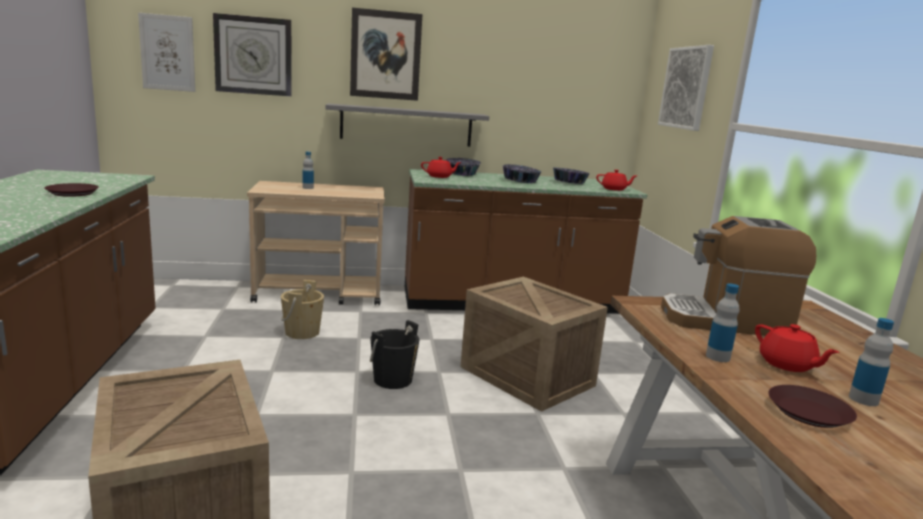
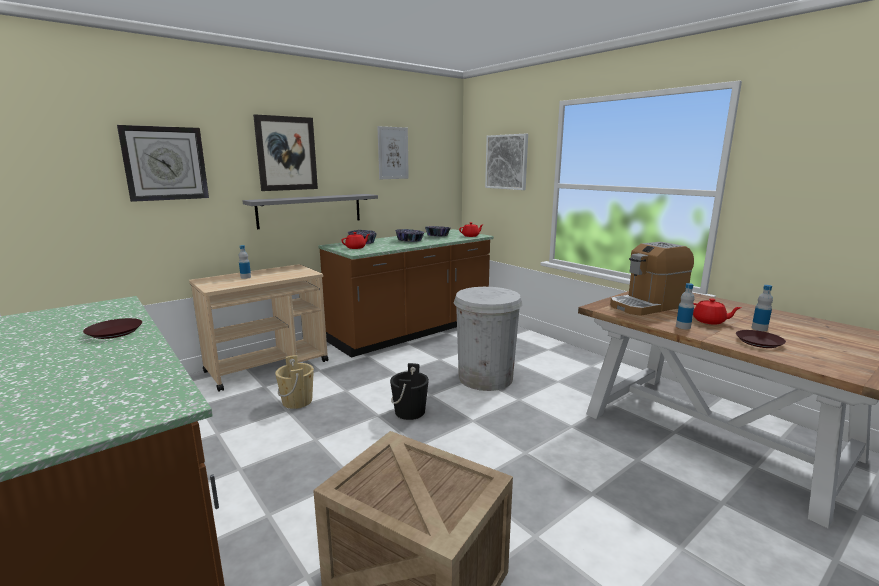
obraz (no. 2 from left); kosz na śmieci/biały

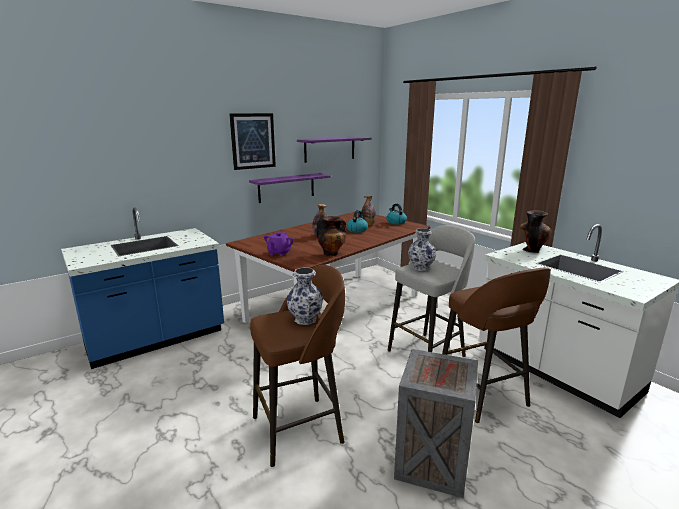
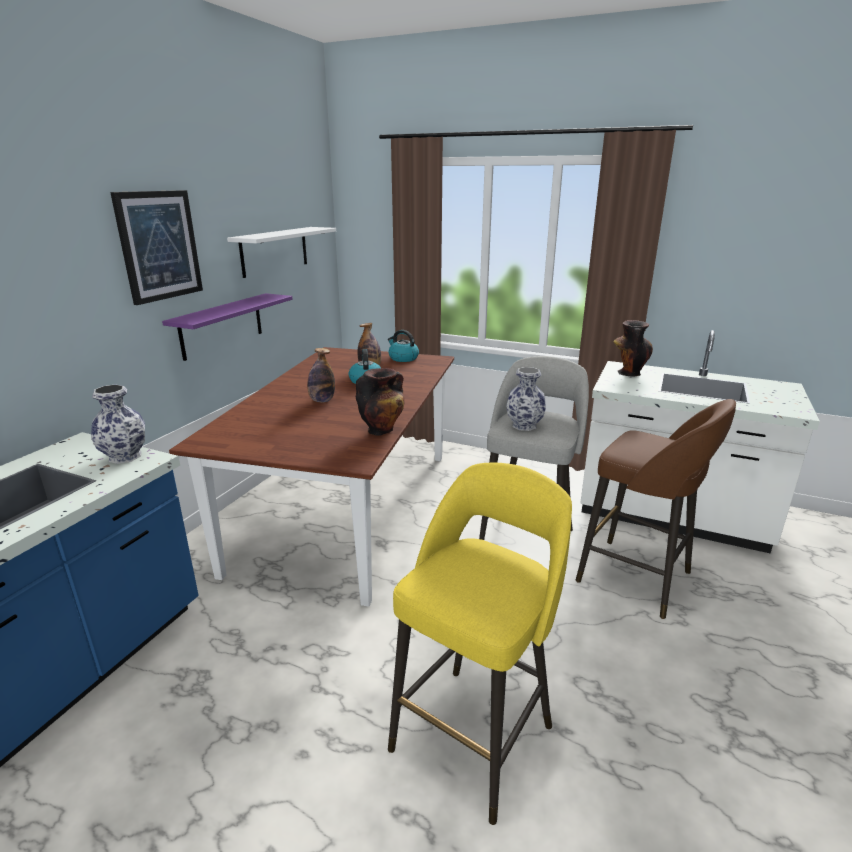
stołek/żółty; imbryk/fioletowy; wazon (no. 1 from left); półka/biały; skrzynka

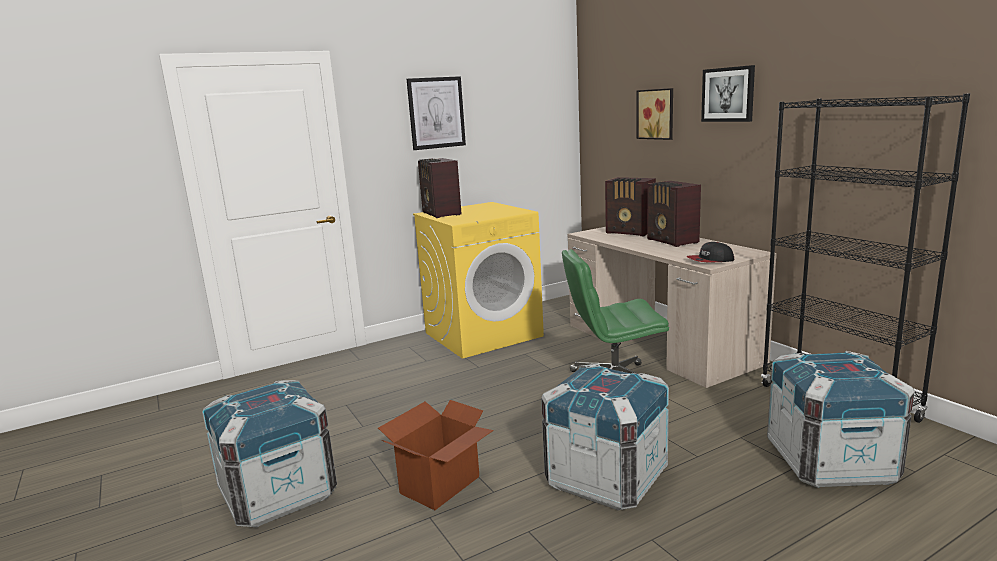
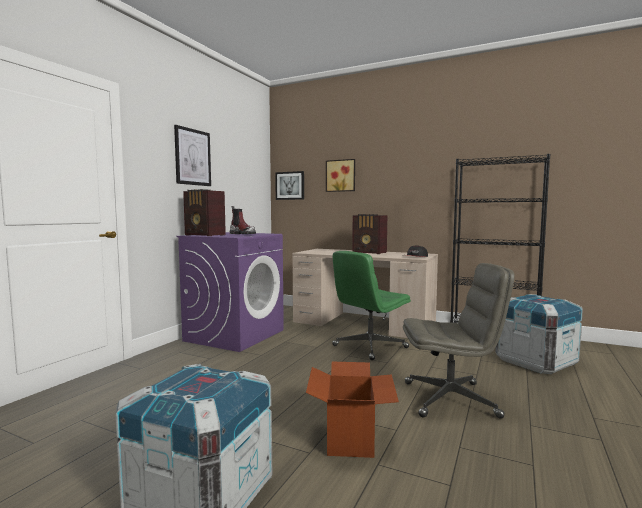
pralka/fioletowy; krzesło biurowe/szary; radio (no. 2 from left in the first image); obraz (no. 2 from left); but z cholewką

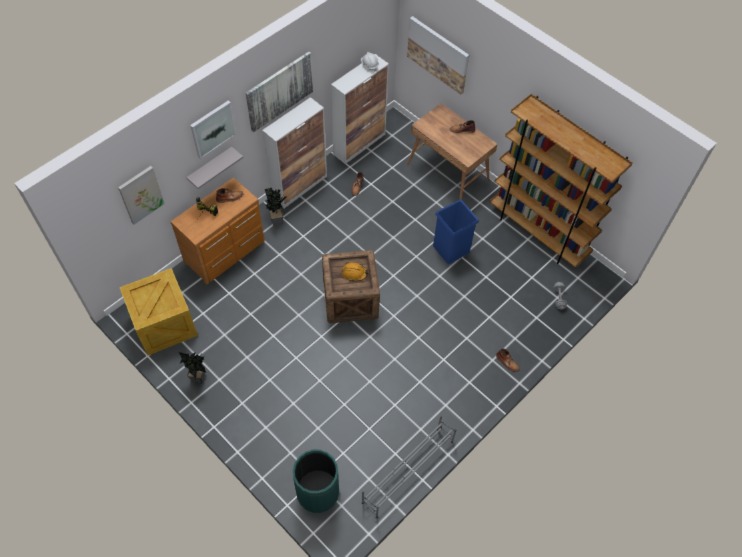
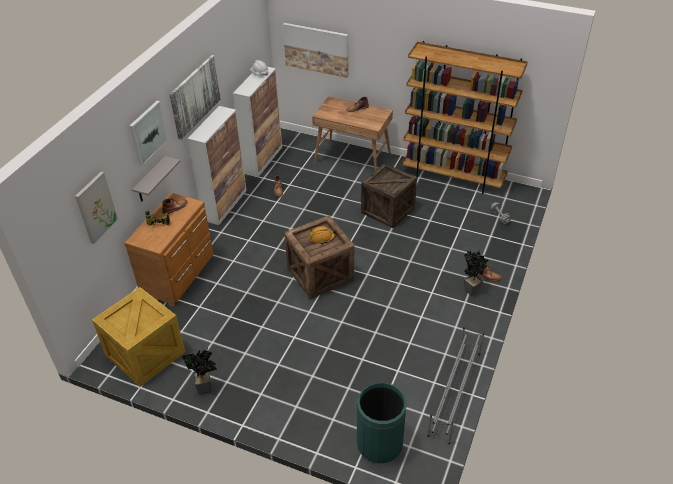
roślina doniczkowa (no. 2 from left); skrzynka (no. 3 from left)

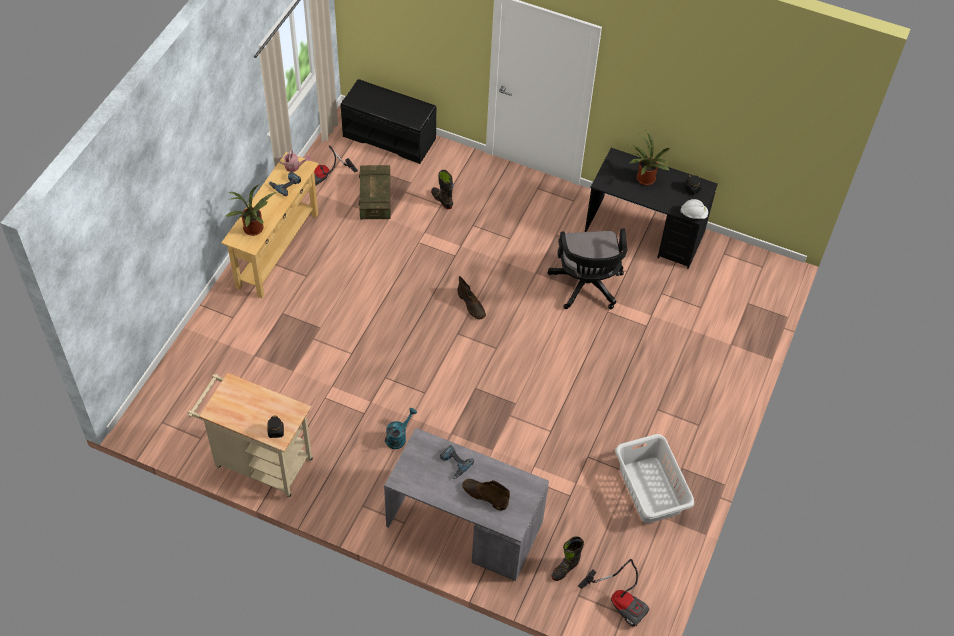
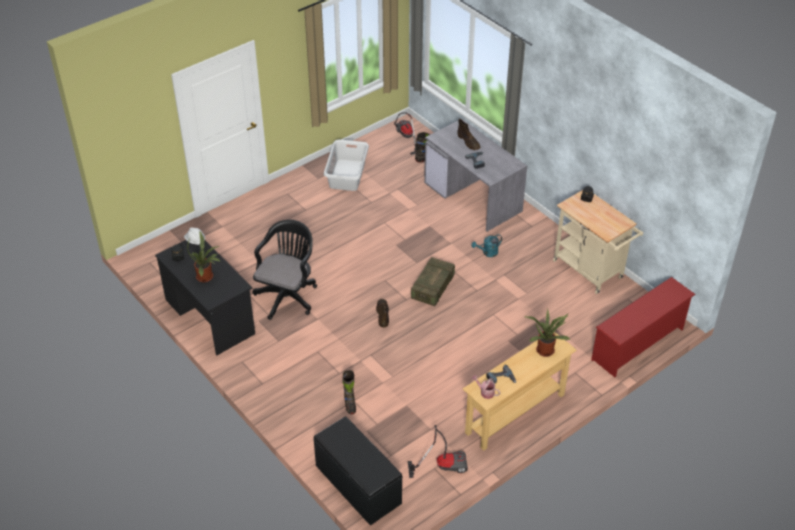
skrzynka; regał na buty/czerwony

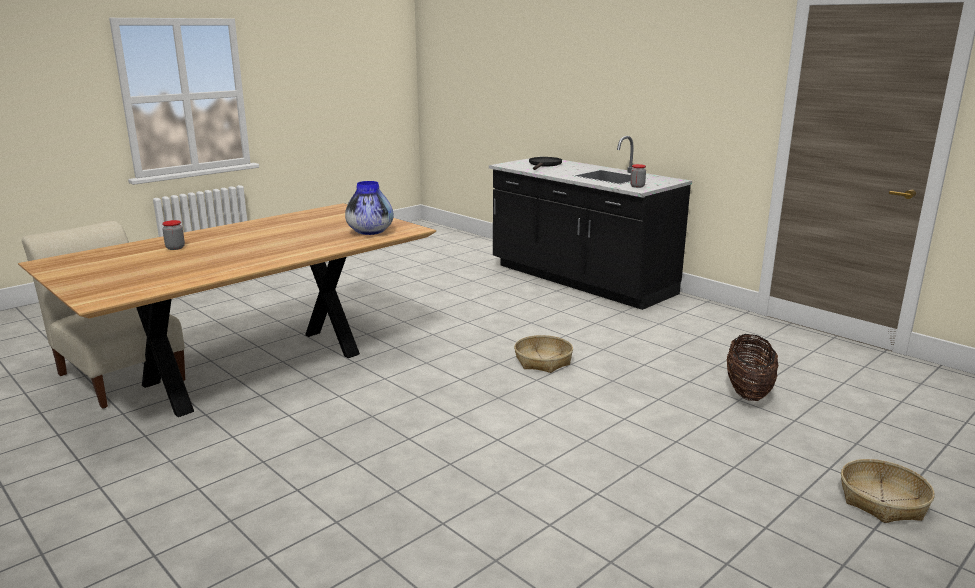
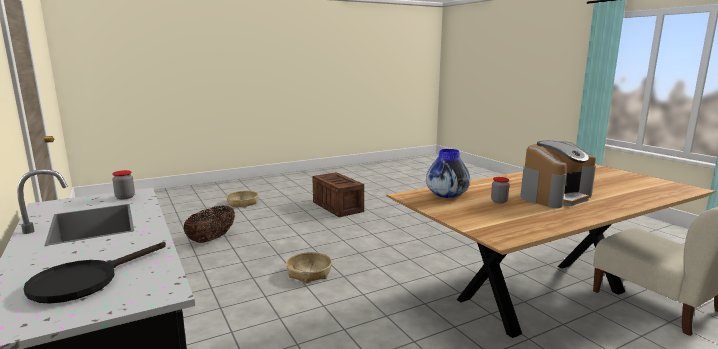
słoik (no. 2 from left); skrzynka; ekspres do kawy

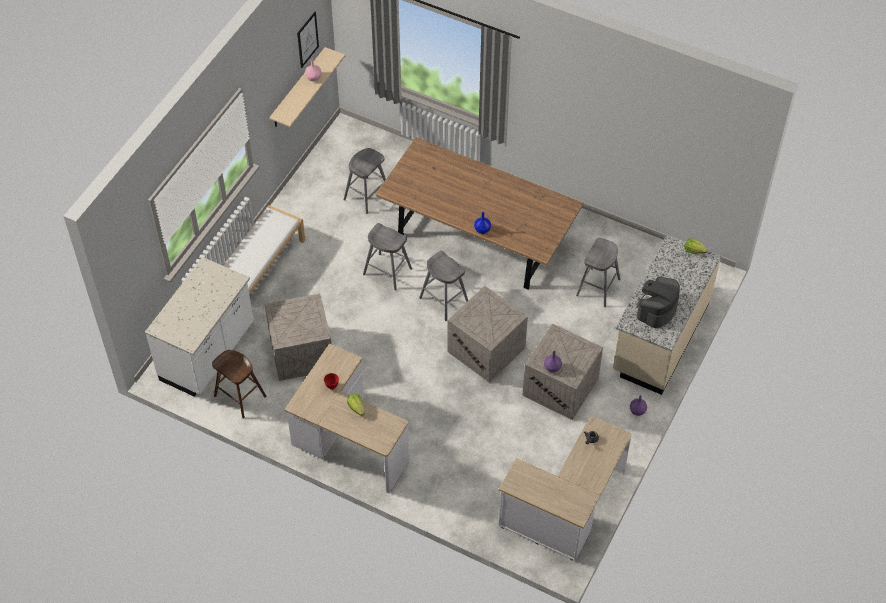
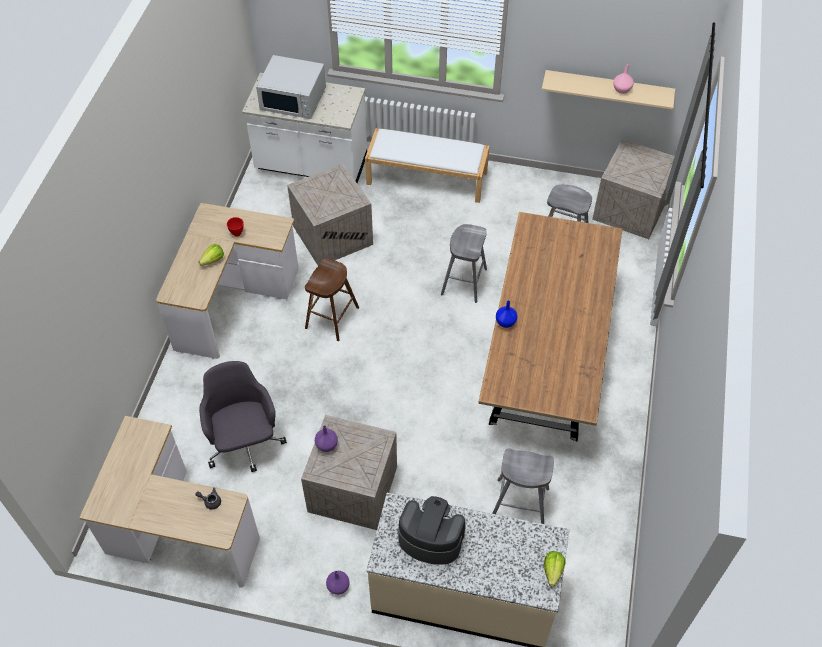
stołek/brązowy; obraz; stołek/szary (no. 3 from left in the first image); skrzynka (no. 3 from left); krzesło biurowe/szary; mikrofalówka/biały

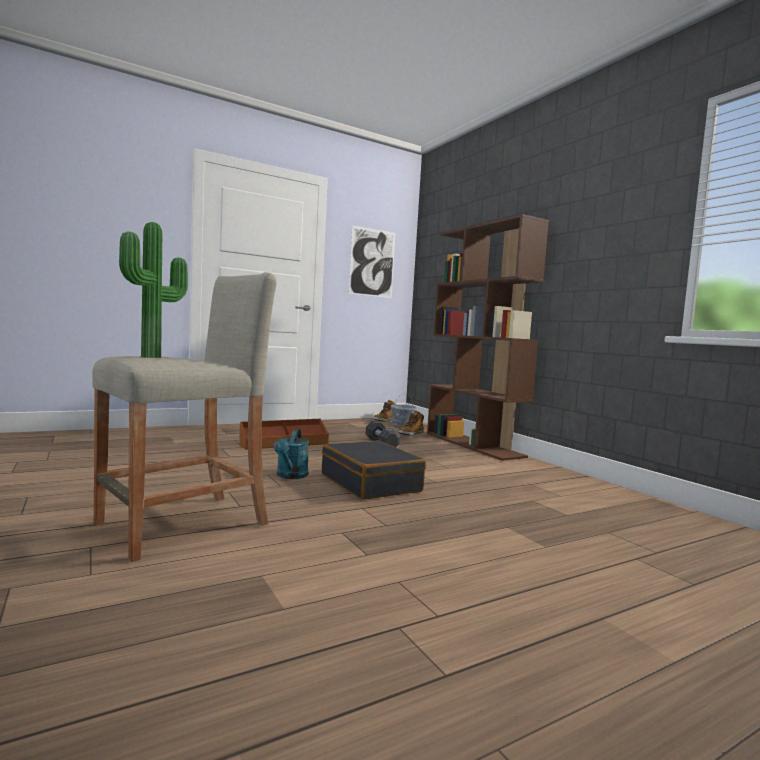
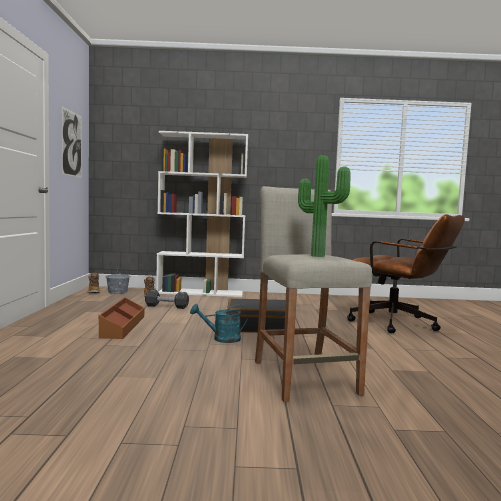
konewka/turkusowy; regał/biały; krzesło biurowe/brązowy

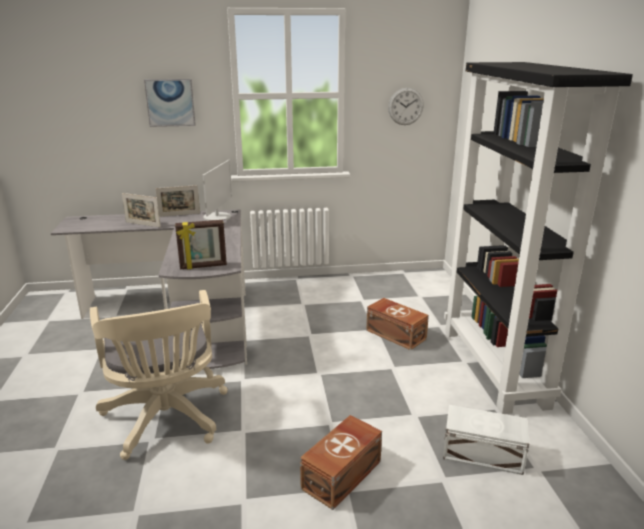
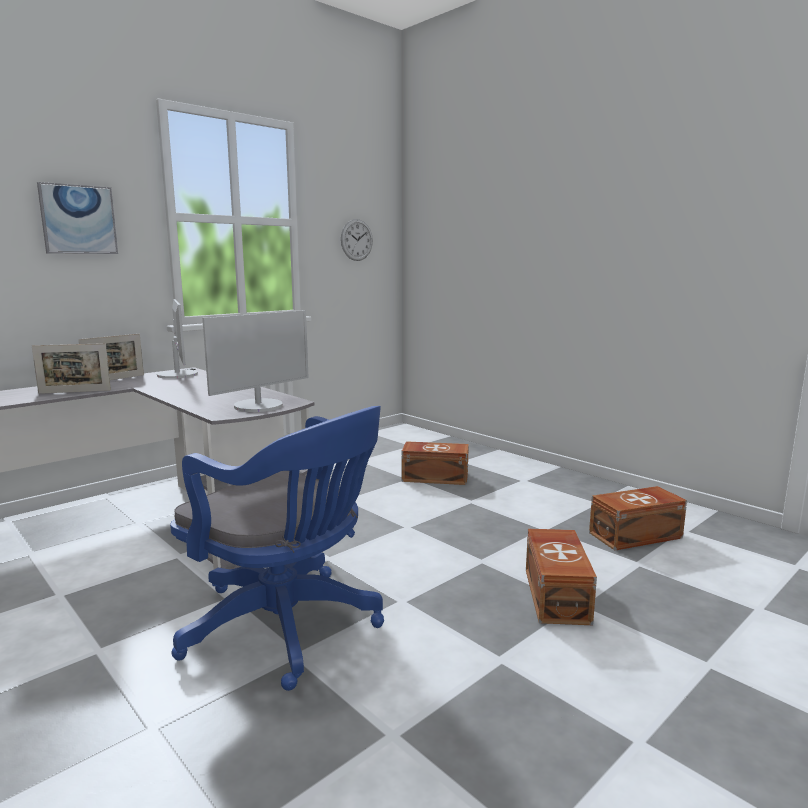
krzesło biurowe/niebieski; monitor (no. 2 from left); pojemnik do przechowywania/brązowy (no. 3 from left); regał/czarny

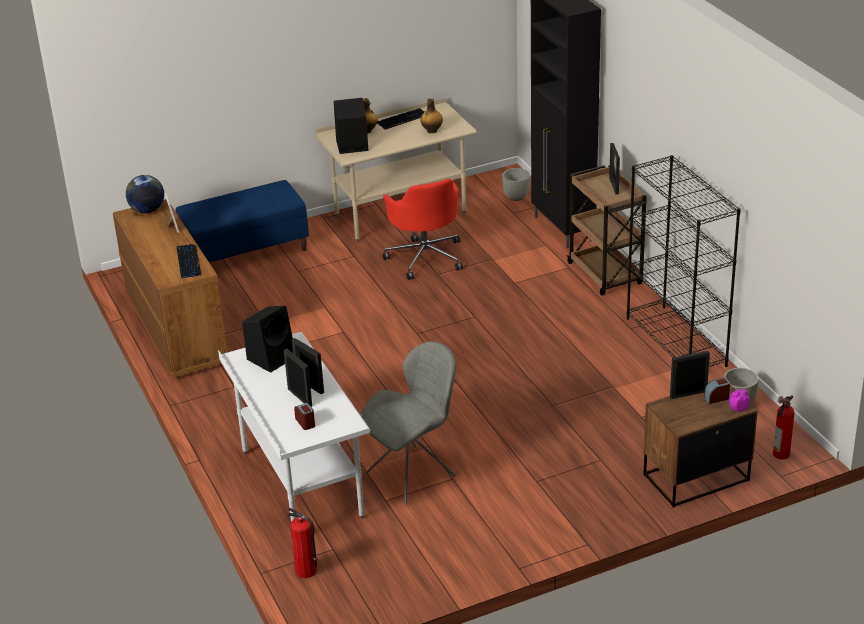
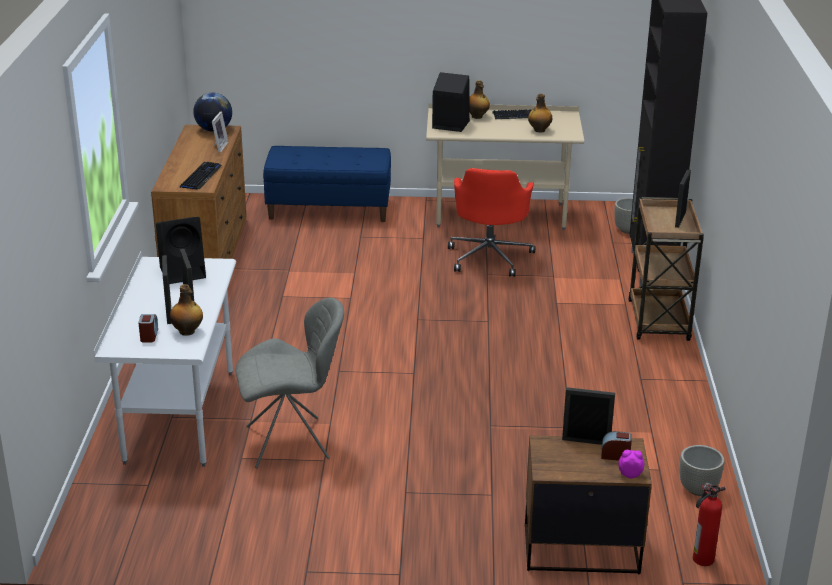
gaśnica (no. 1 from left in the first image); regał/czarny; butelka (no. 1 from left)

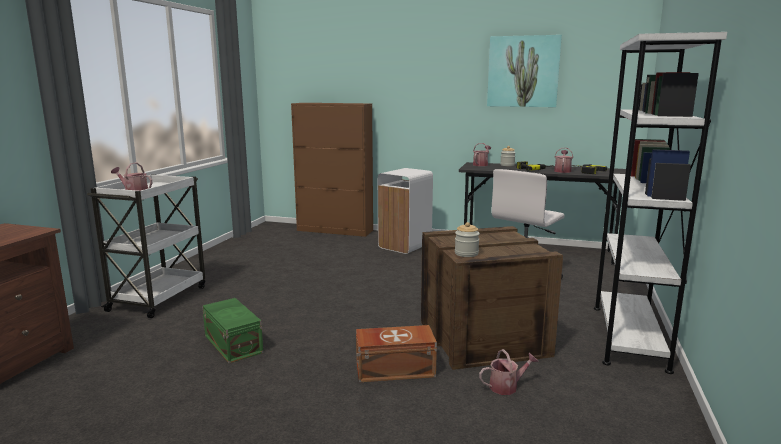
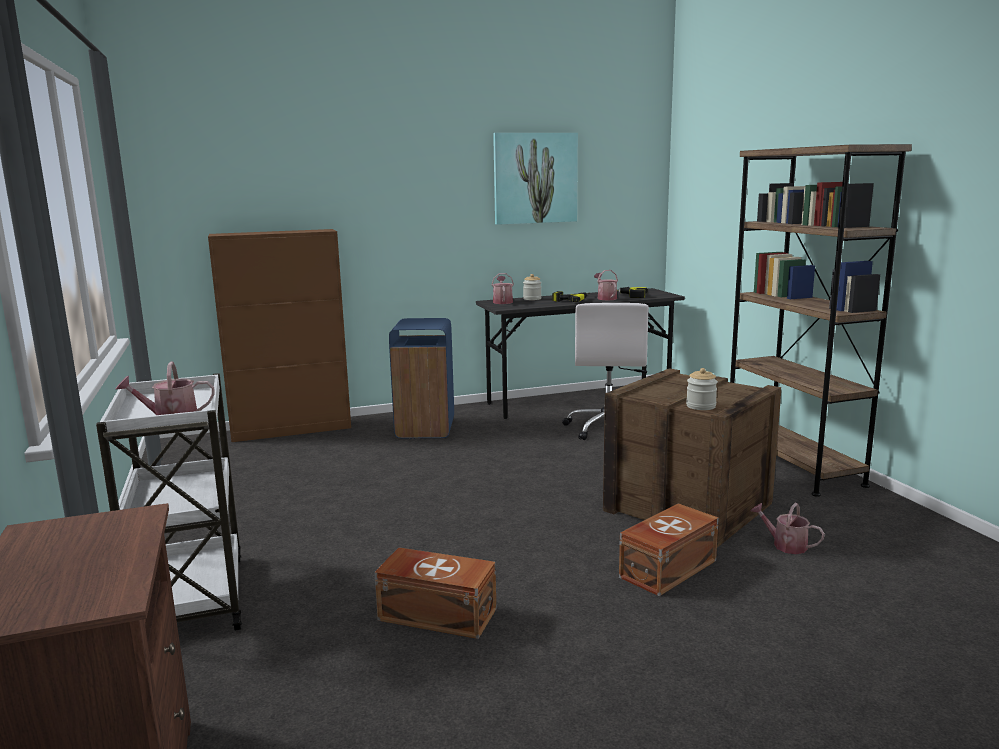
pojemnik do przechowywania/brązowy (no. 1 from left); kosz na śmieci/niebieski; konewka (no. 4 from left); regał/brązowy

